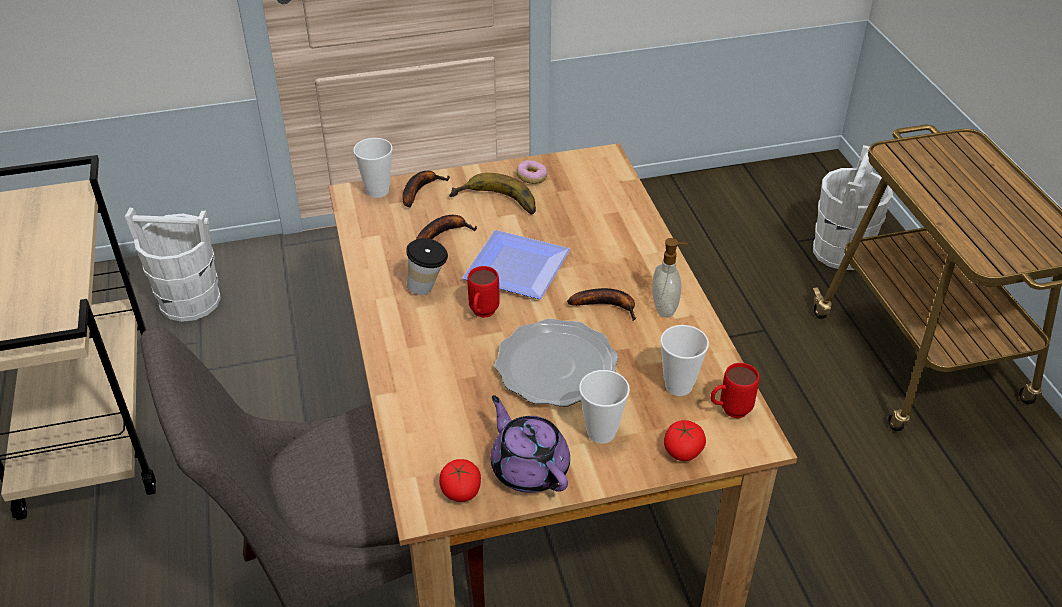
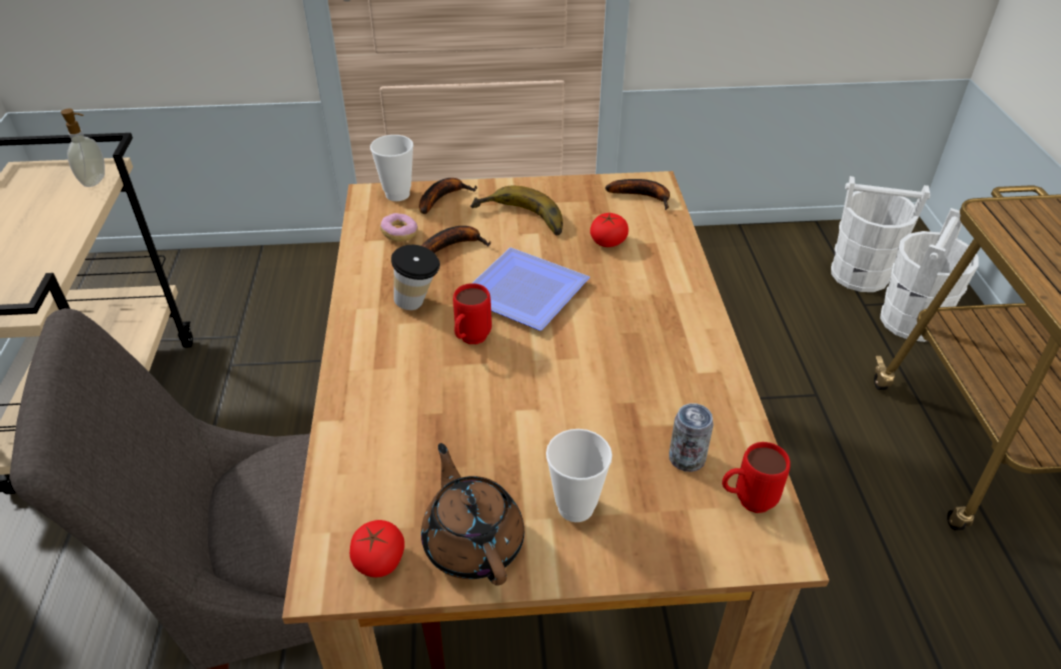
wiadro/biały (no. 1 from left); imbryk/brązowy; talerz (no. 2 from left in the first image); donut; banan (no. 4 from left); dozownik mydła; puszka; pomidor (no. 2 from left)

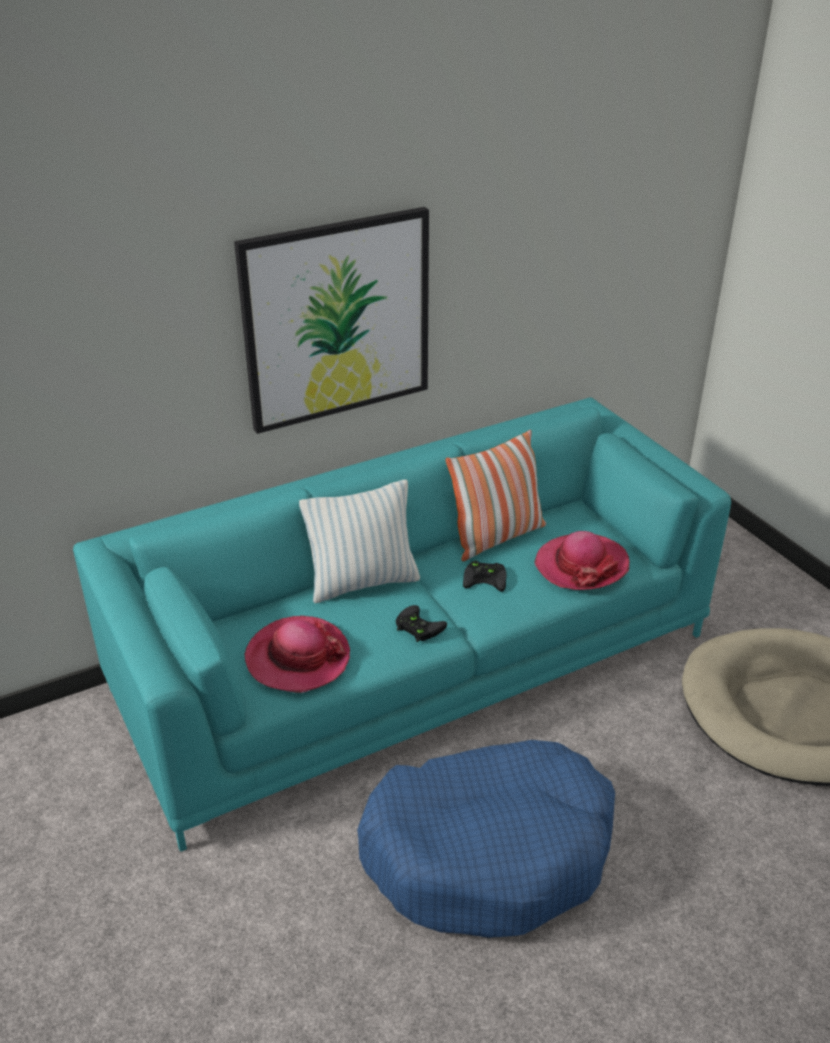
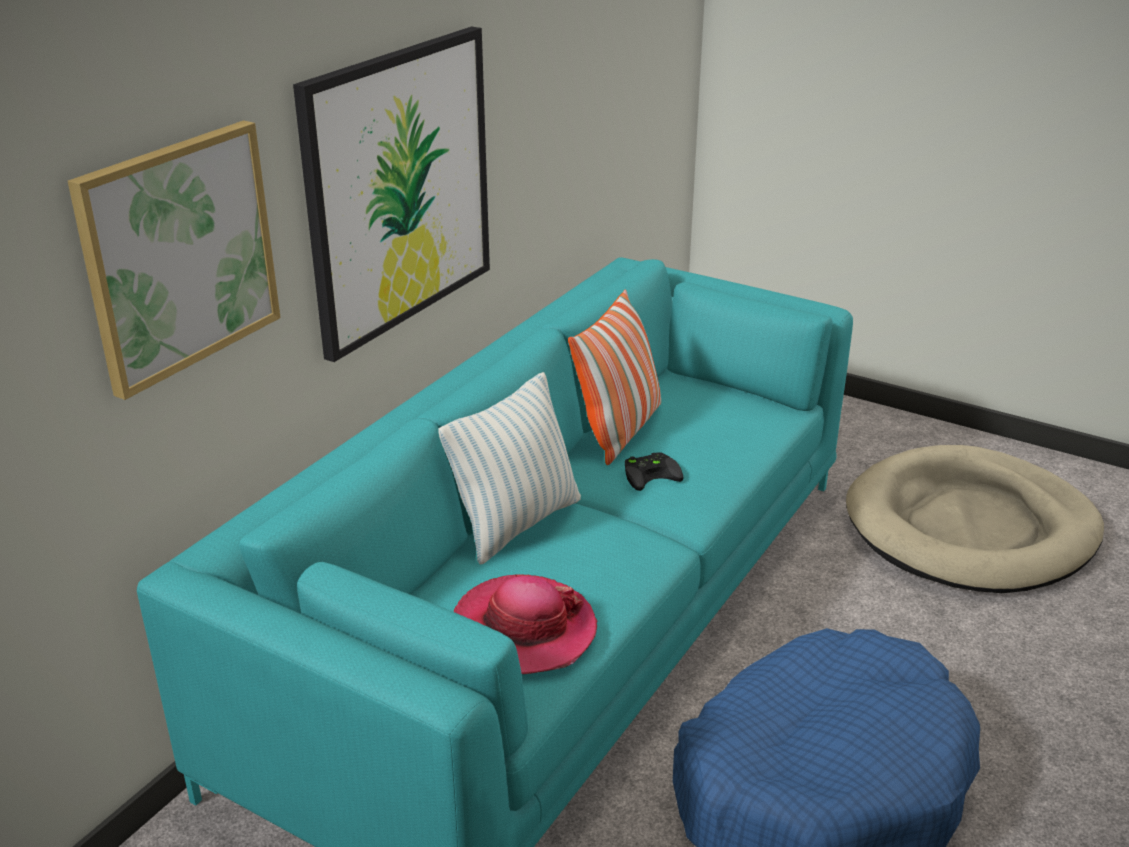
pad do gier/czarny (no. 1 from left in the first image); kapelusz (no. 2 from left in the first image); obraz (no. 1 from left)

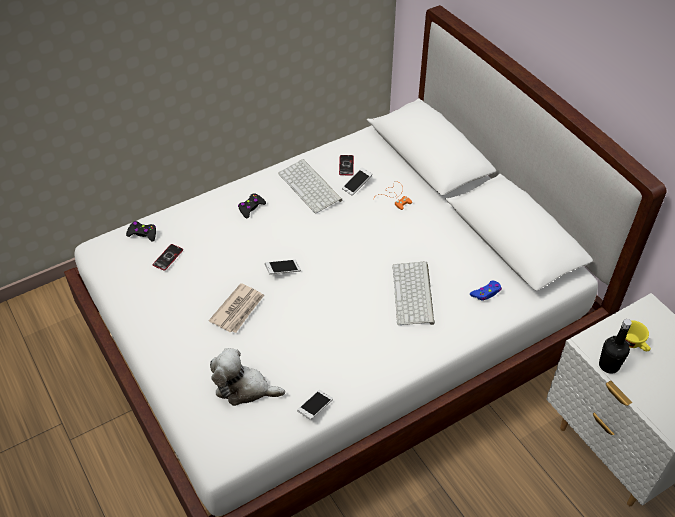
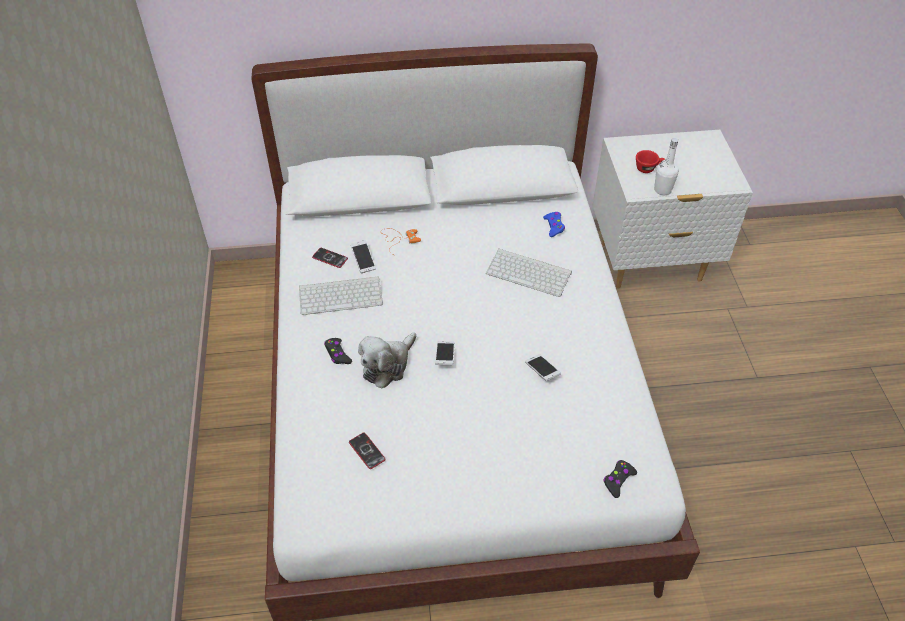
pad do gier/czarny (no. 2 from left); gazeta; pluszak; telefon (no. 5 from left); butelka/biały; filiżanka/czerwony

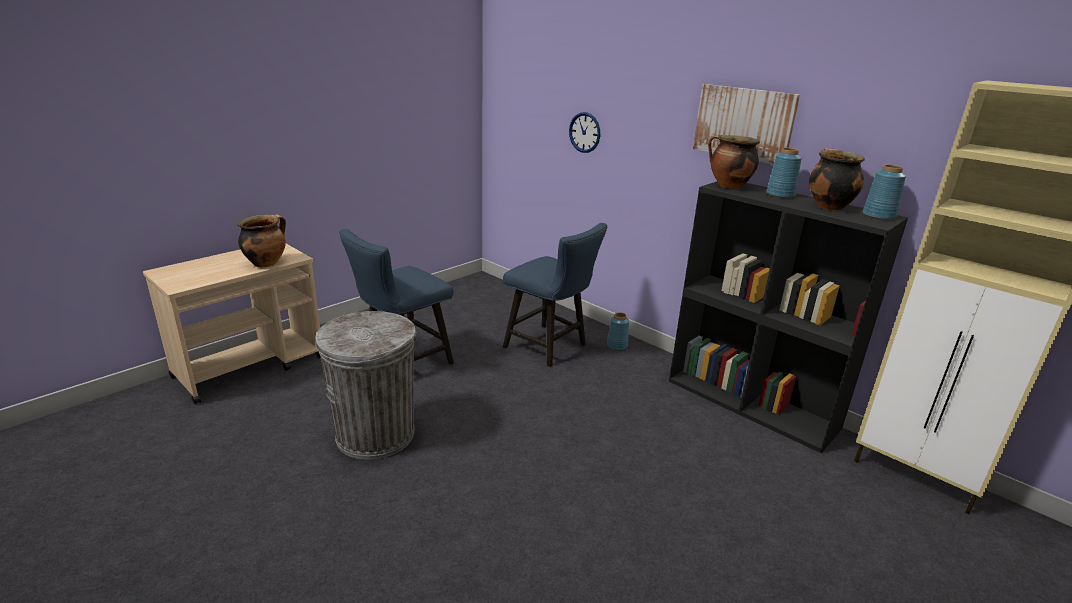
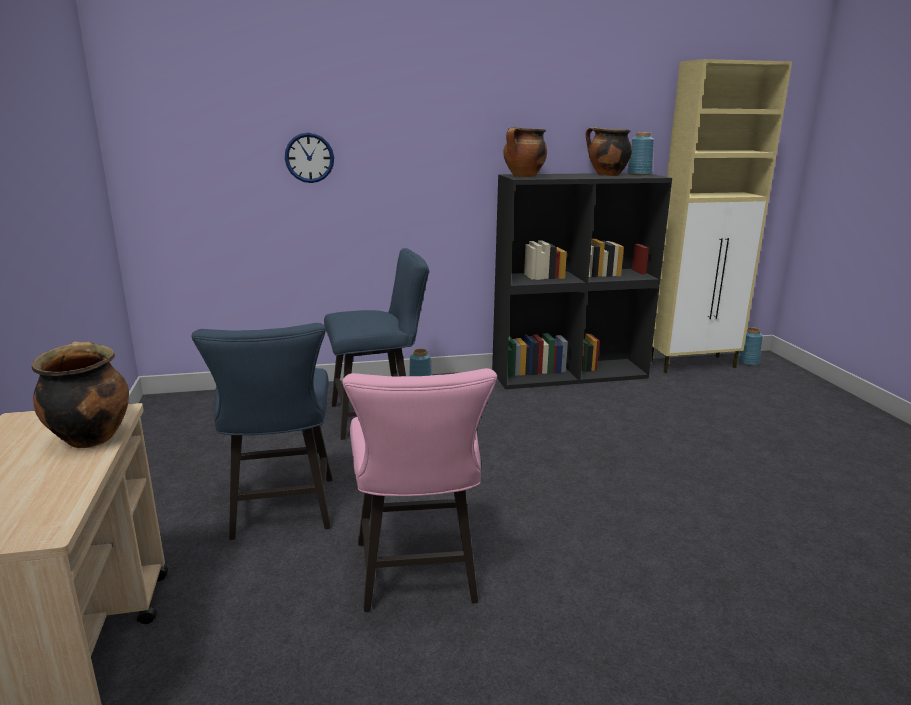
krzesło/różowy; obraz; wazon/niebieski (no. 3 from left)

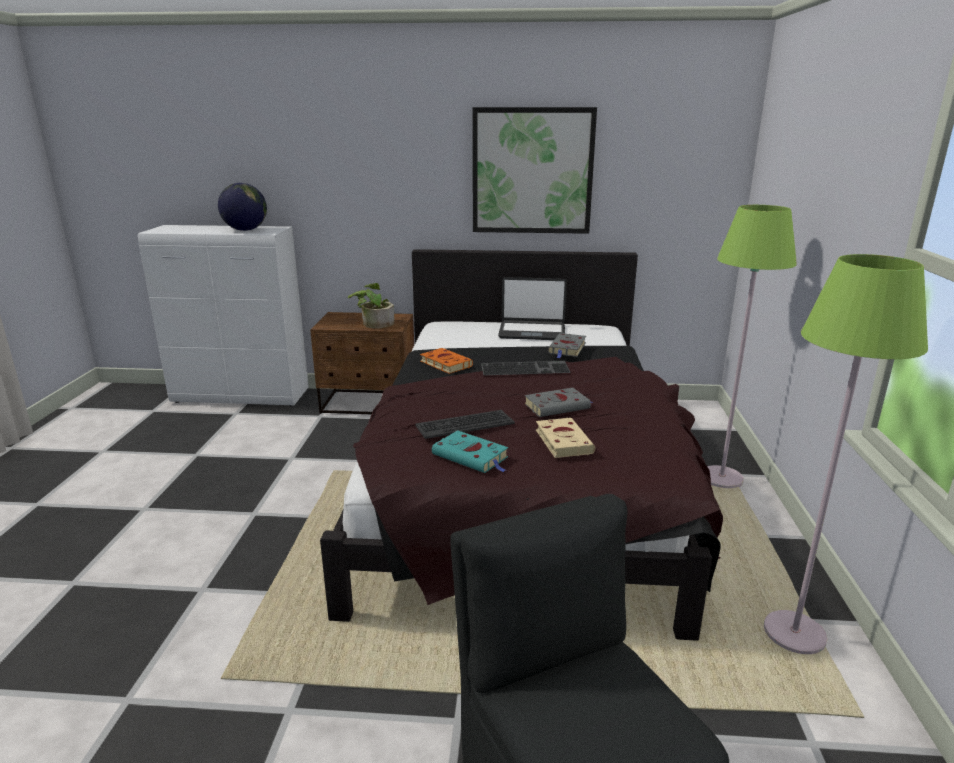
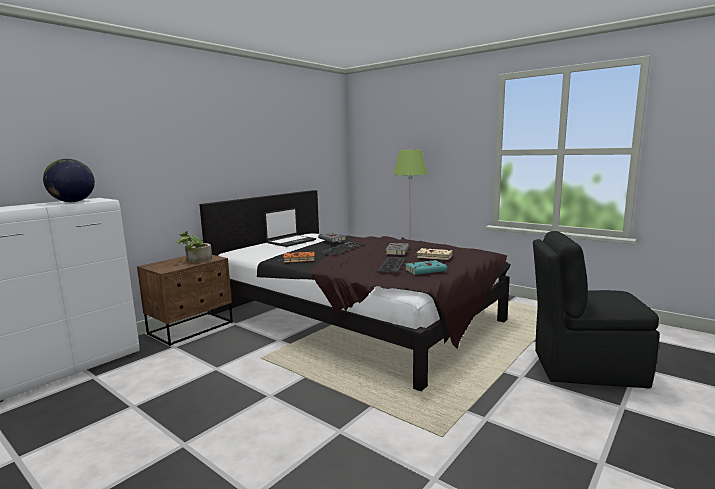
obraz; lampa stojąca/zielony (no. 2 from left in the first image)

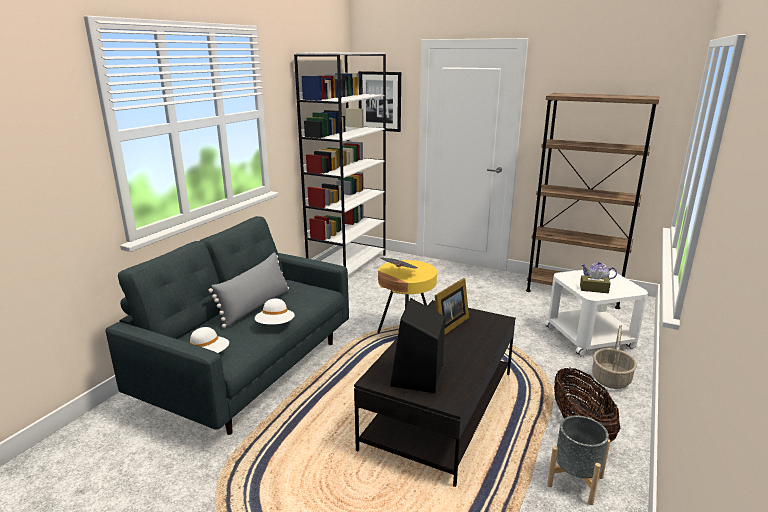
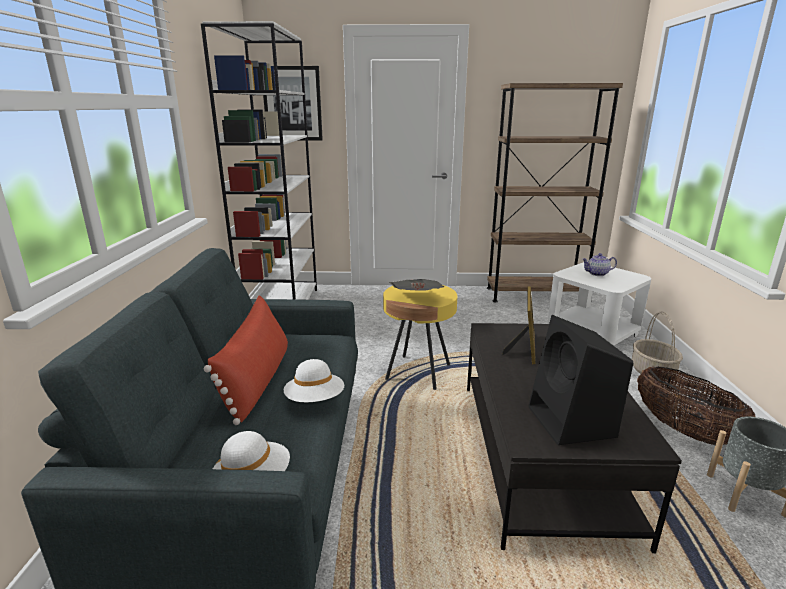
poduszka/czerwony; pudełko chusteczek/brązowy

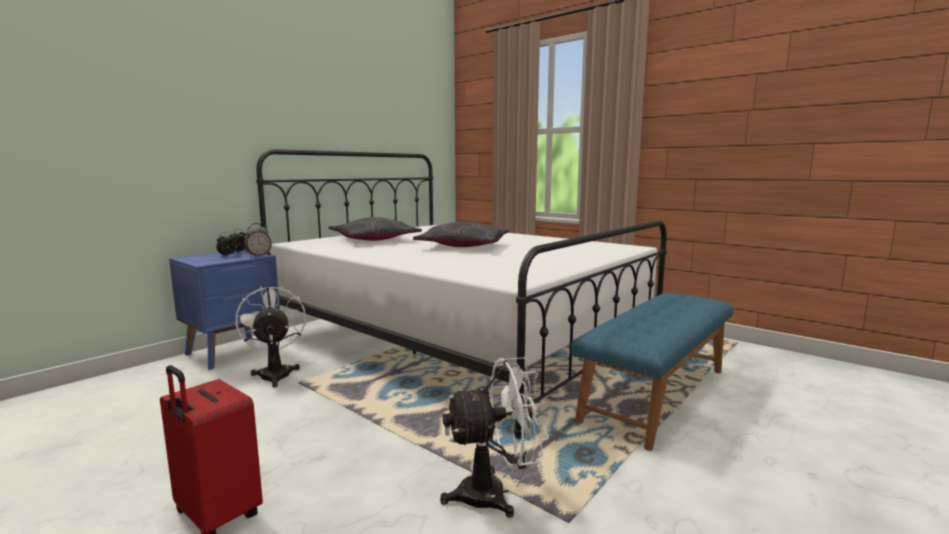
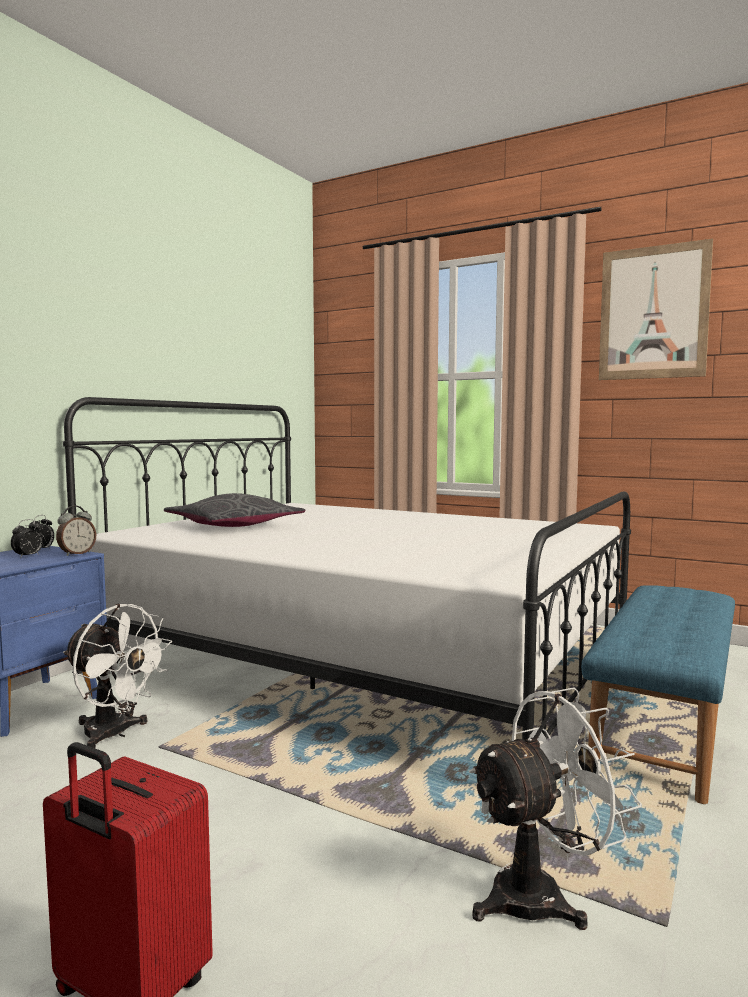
wentylator/biały (no. 1 from left); poduszka/szary (no. 2 from left in the first image); obraz

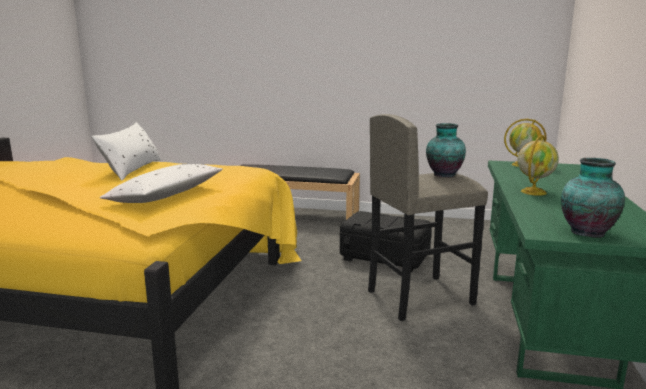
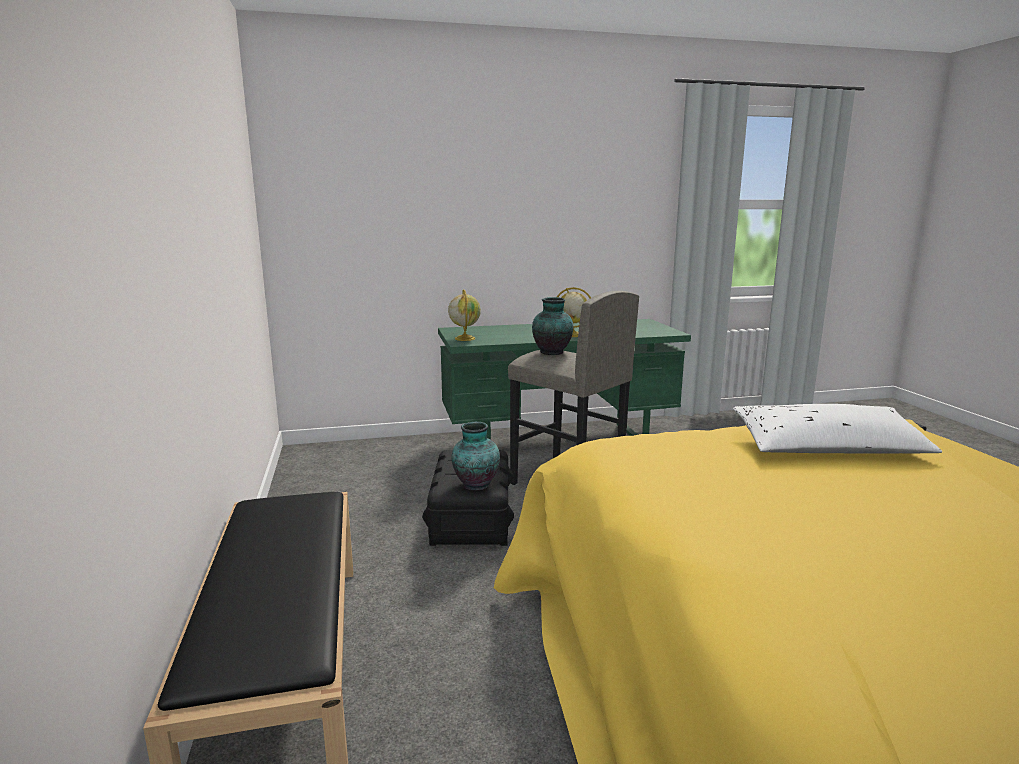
poduszka/biały (no. 1 from left in the first image); wazon (no. 1 from left)

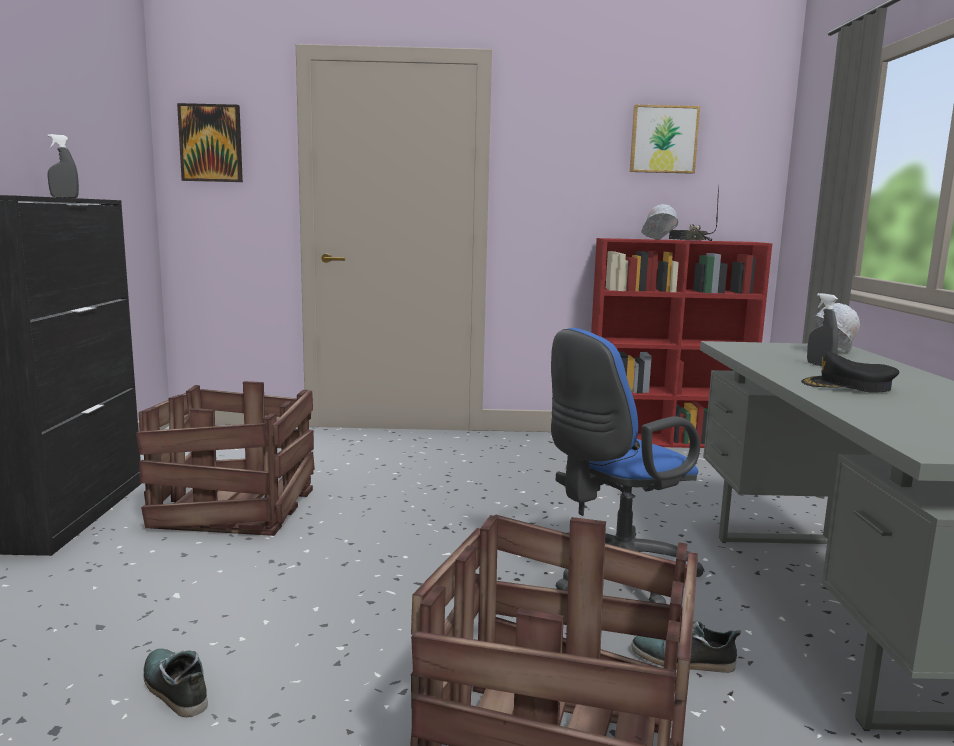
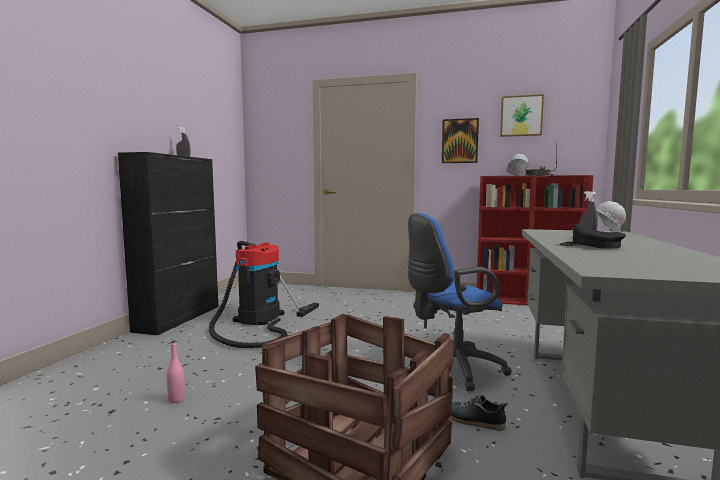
odkurzacz; butelka/różowy; obraz (no. 1 from left)

